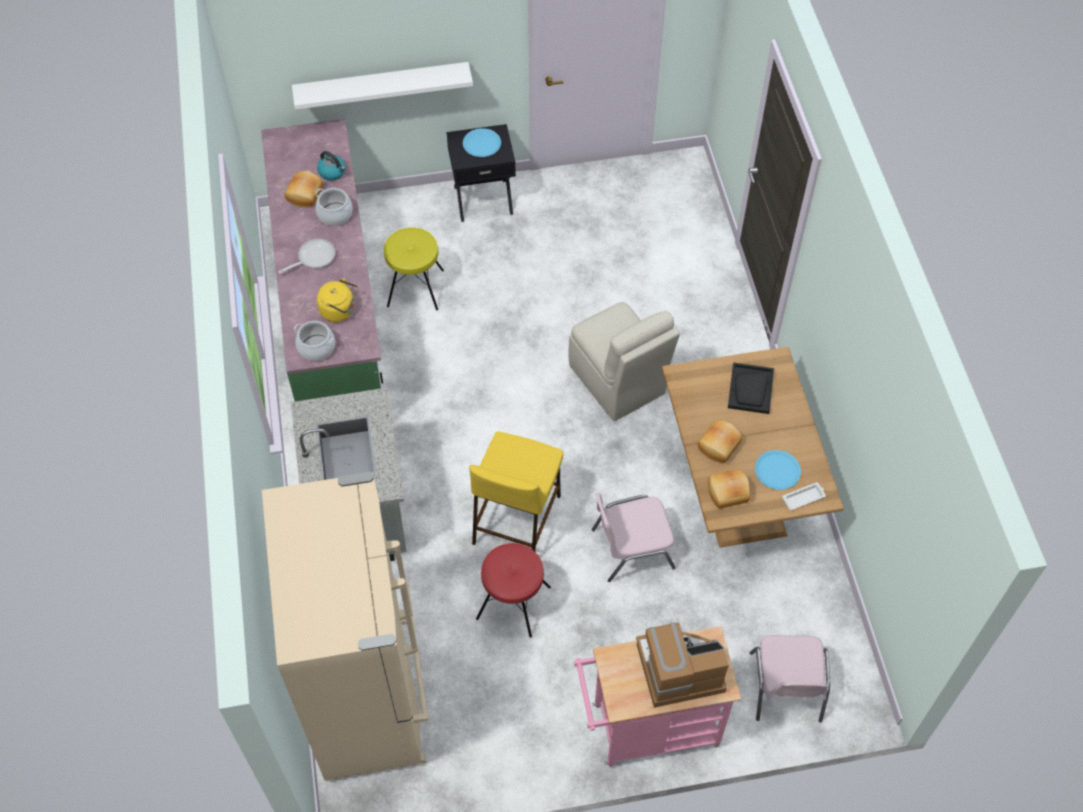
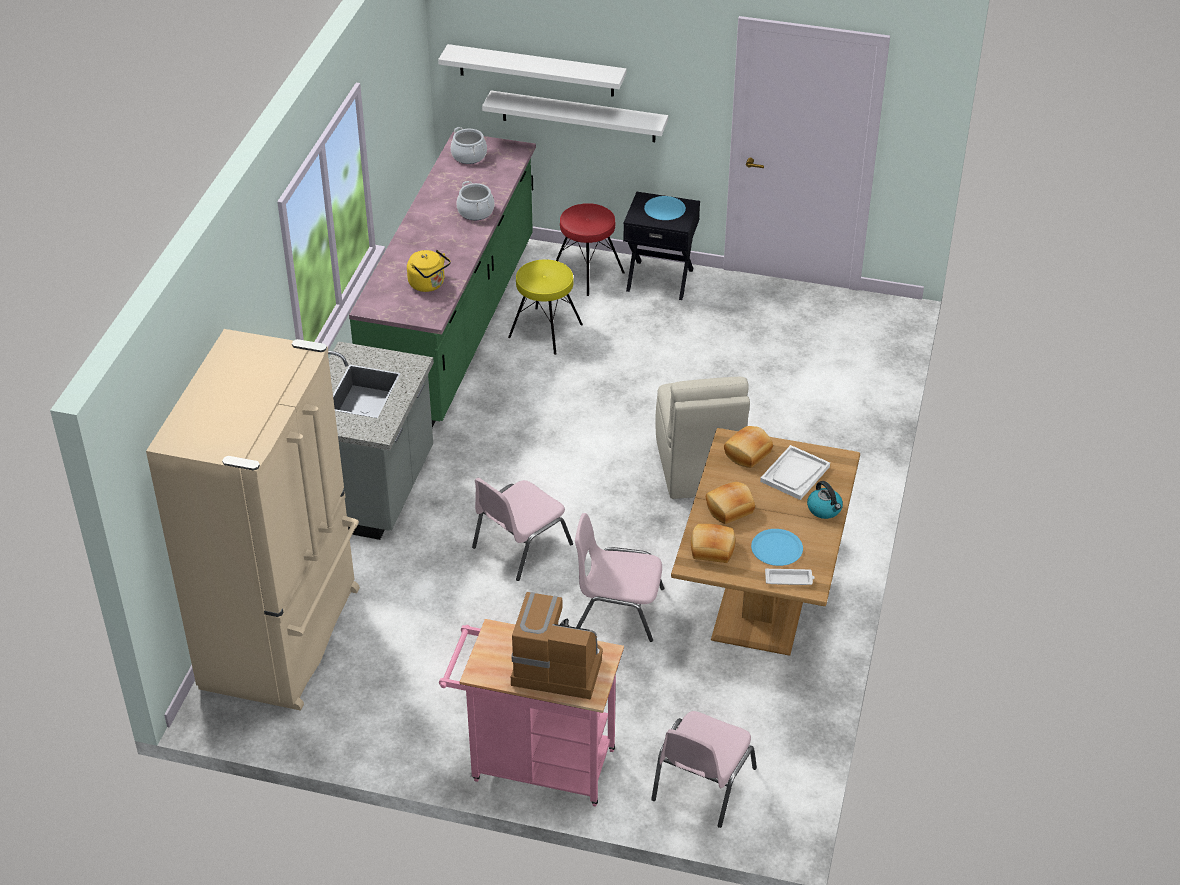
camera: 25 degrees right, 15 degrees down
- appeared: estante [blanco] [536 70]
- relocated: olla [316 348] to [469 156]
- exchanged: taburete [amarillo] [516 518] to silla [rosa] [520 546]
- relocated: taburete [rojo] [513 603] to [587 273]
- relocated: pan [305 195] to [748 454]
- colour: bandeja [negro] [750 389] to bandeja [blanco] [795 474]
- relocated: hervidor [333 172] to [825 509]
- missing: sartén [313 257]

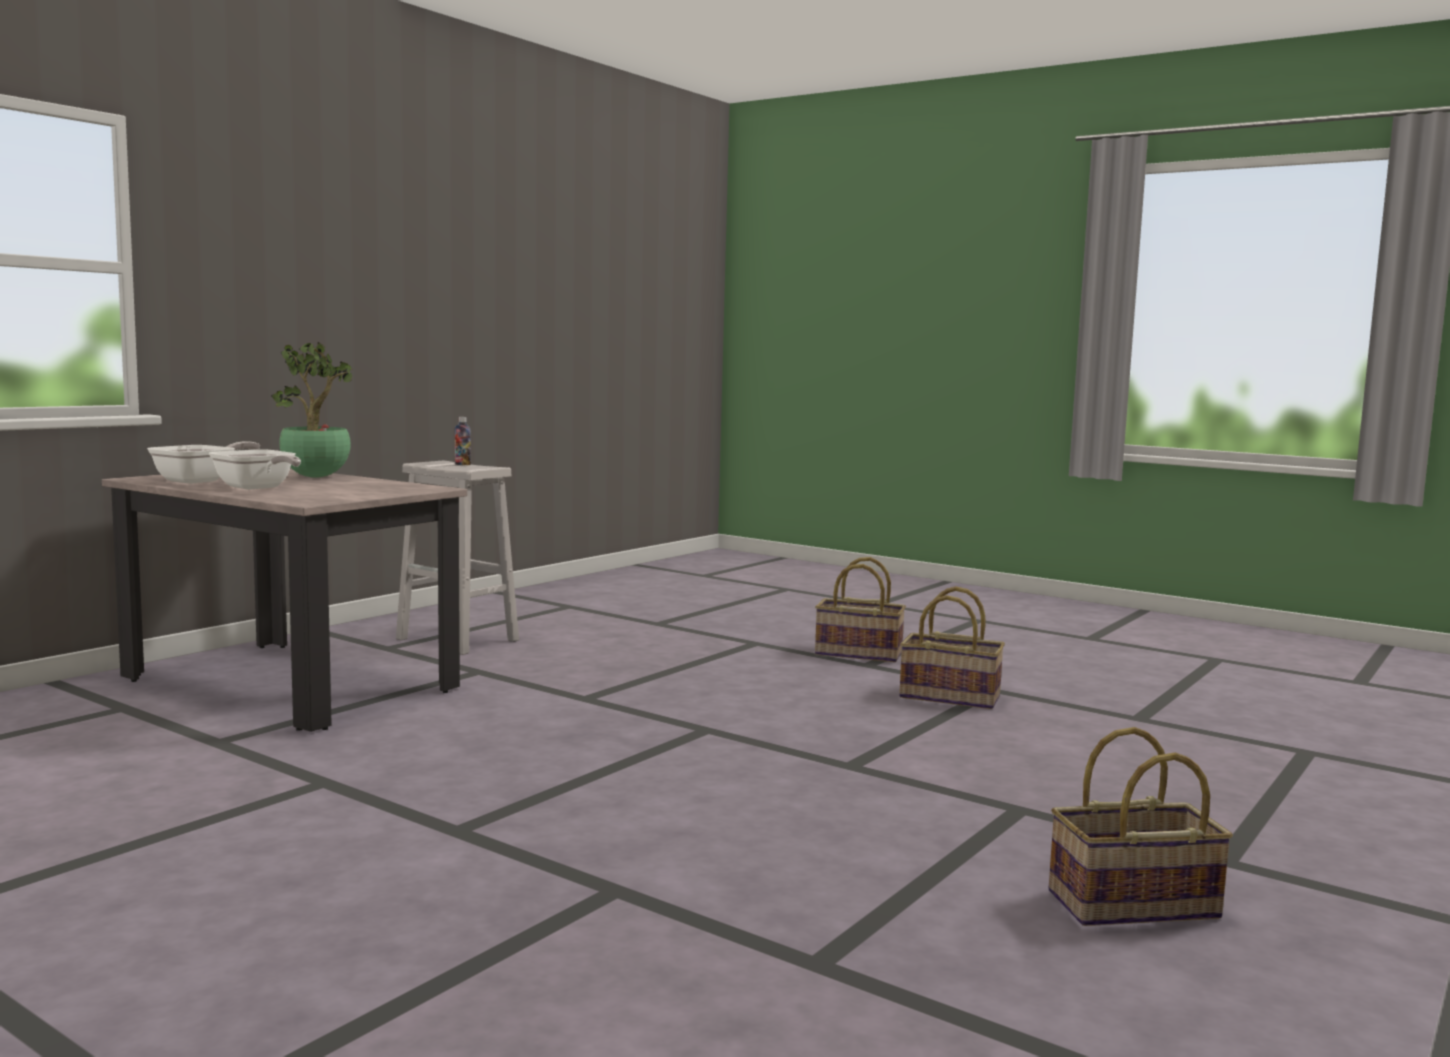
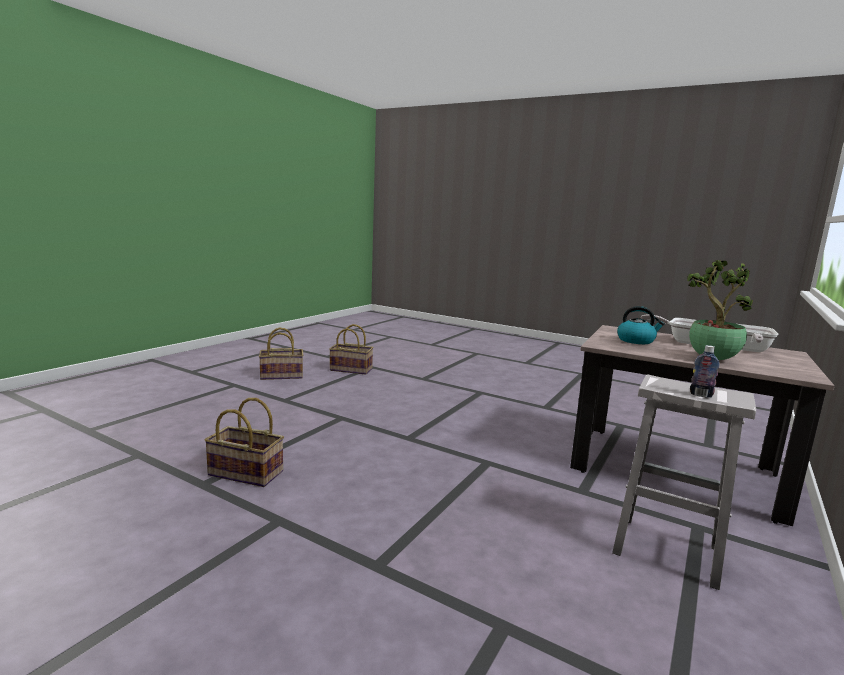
camera: 175 degrees right, 5 degrees up
- relocated: cesta [858 654] to [351 369]
- appeared: hervidor [636 341]

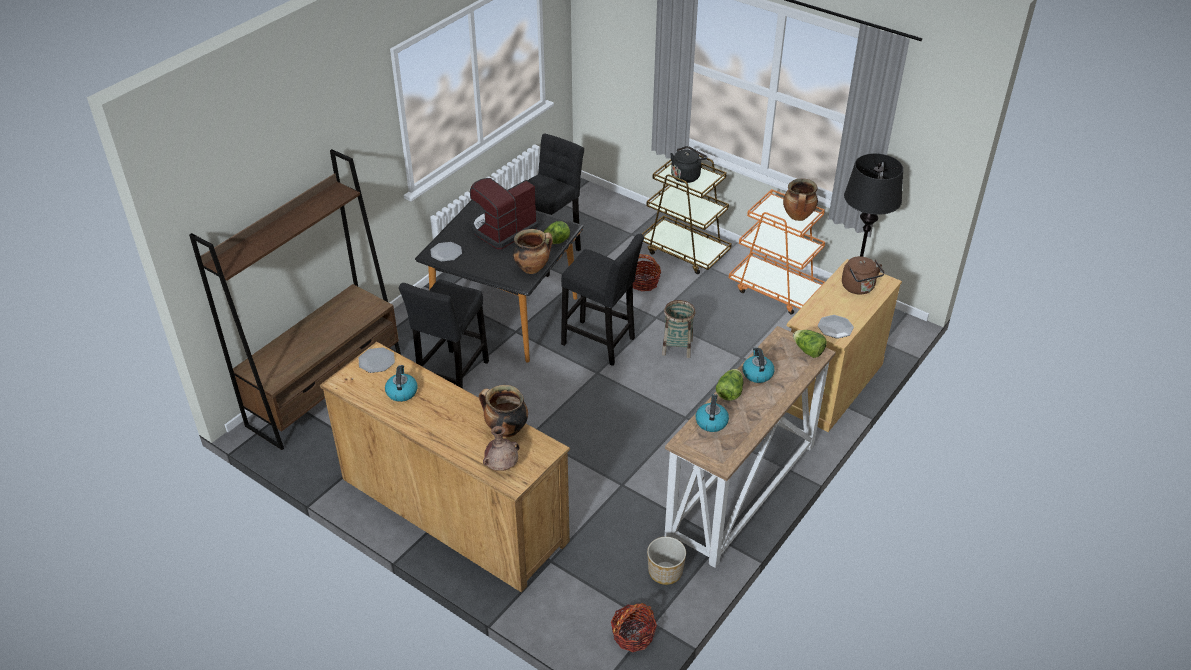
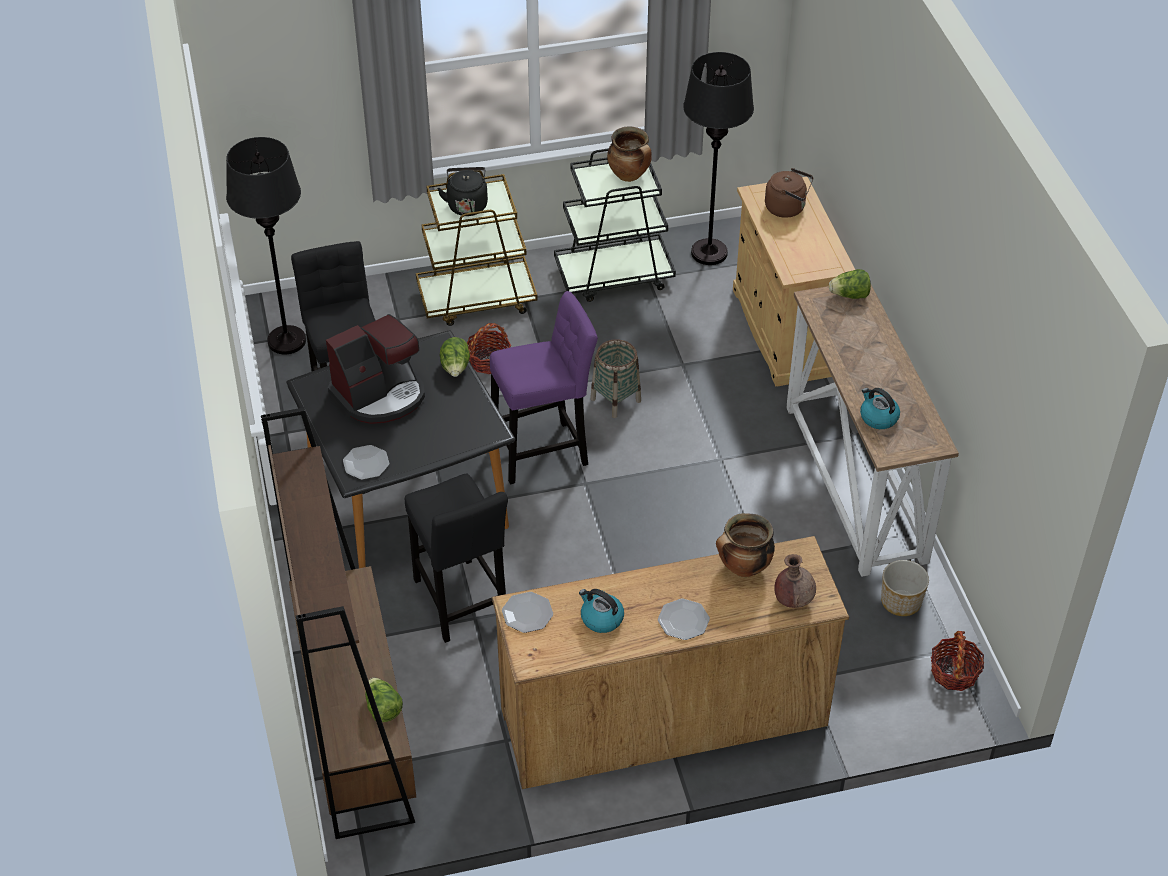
camera: 50 degrees left, 5 degrees up
- appeared: lámpara de pie [negro] [286 341]
- spun: cafetera [502 229] = [380 395] 120 degrees counterclockwise
- relocated: lechuga [729 392] to [382 708]
- colour: taburete [negro] [601 343] to taburete [morado] [544 452]
- colour: carrito [naranja] [775 290] to carrito [negro] [614 275]
- relocated: plato [835 327] to [683 620]
- missing: olla [532 268]
- missing: hervidor [757 373]

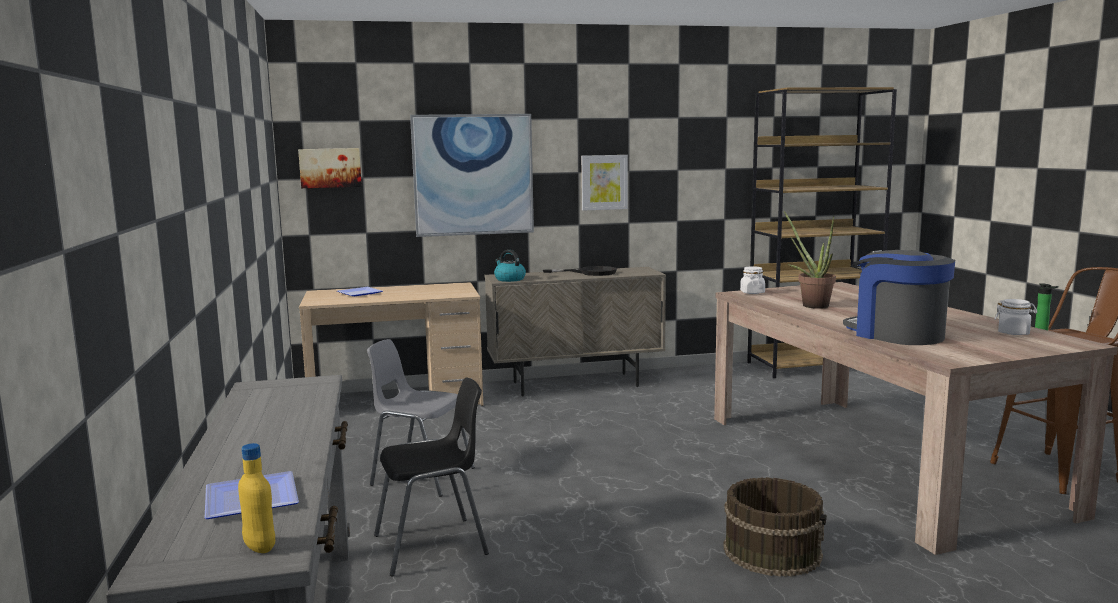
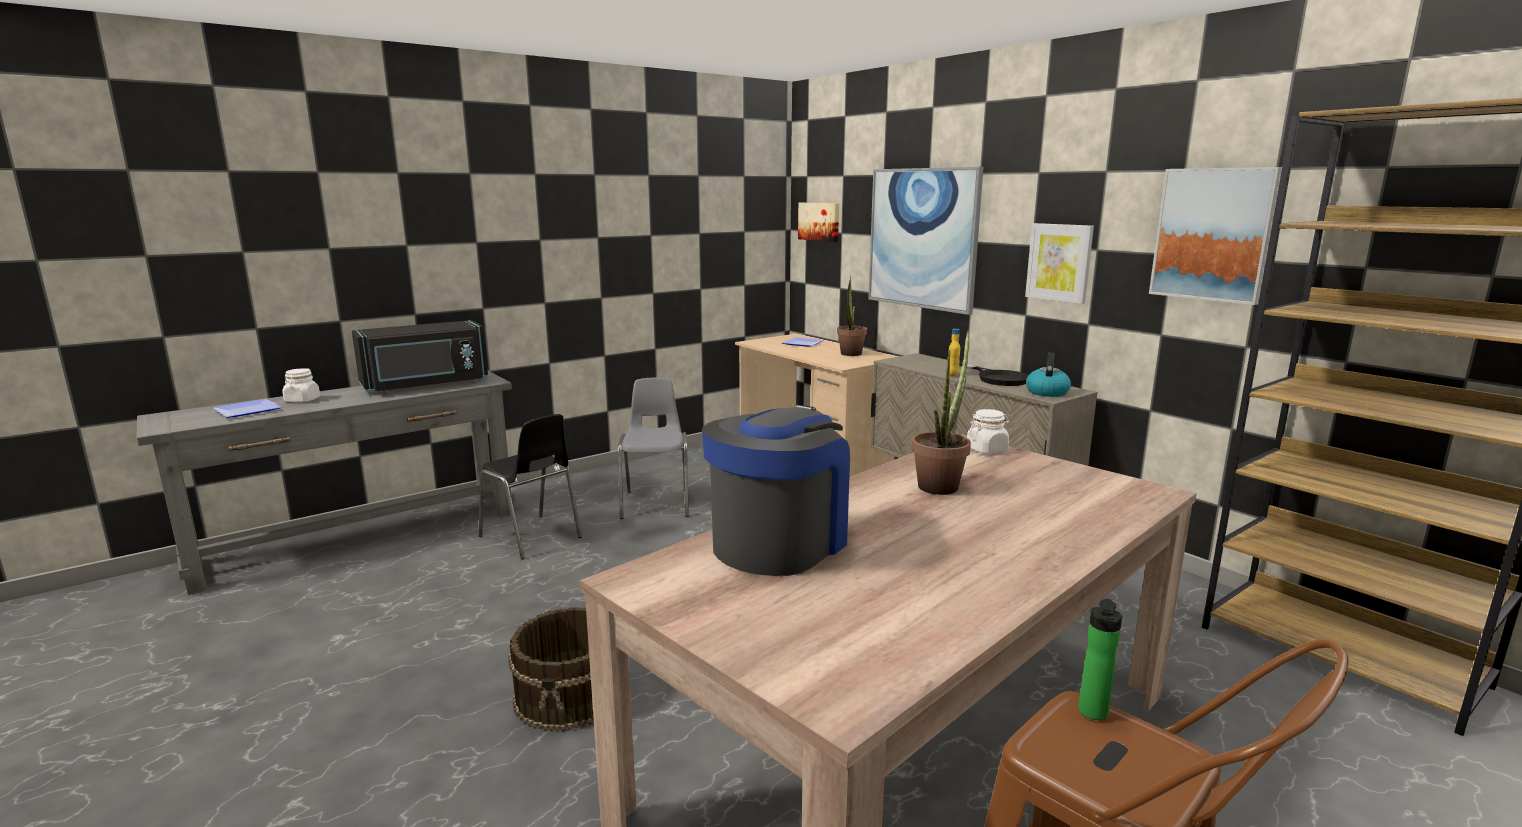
camera: 65 degrees right, 5 degrees up
- relocated: tarro [blanco] [1013 333] to [302 400]
- appeared: microondas [negro] [426 385]
- appeared: planta en maceta [850 355]
- relocated: botella [amarillo] [259 547] to [952 374]
- relocated: hervidor [509 279] to [1047 392]
- appeared: cuadro [1212 234]

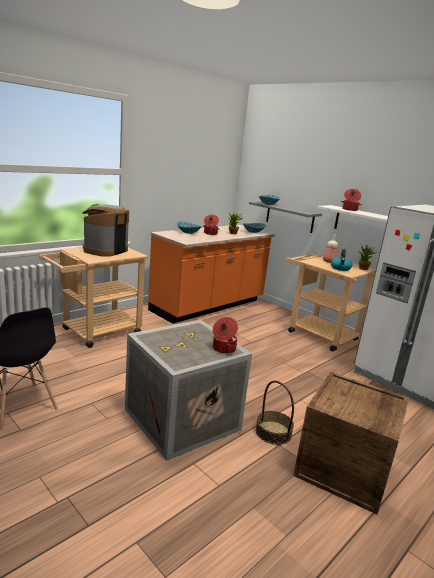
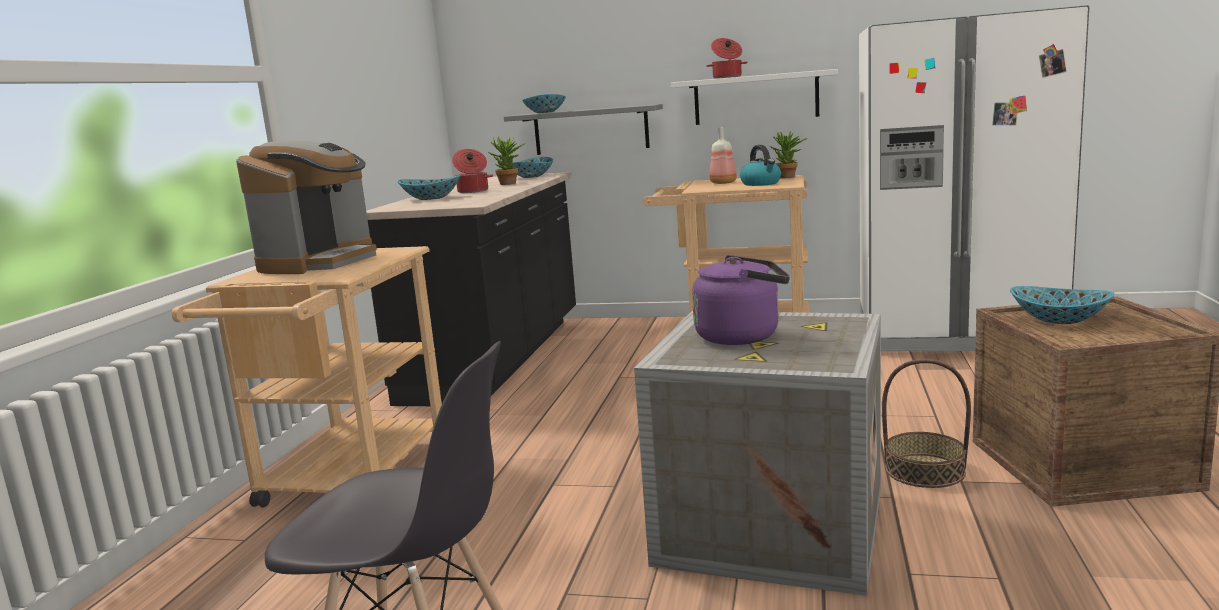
camera: 30 degrees left, 5 degrees down
- spun: cafetera [105 250] = [320 262] 150 degrees counterclockwise
- colour: mueble bajo de cocina [naranja] [209 306] to mueble bajo de cocina [negro] [499 358]
- appeared: hervidor [morado] [742 336]
- appeared: cuenco [1059 320]
- missing: olla [223 348]

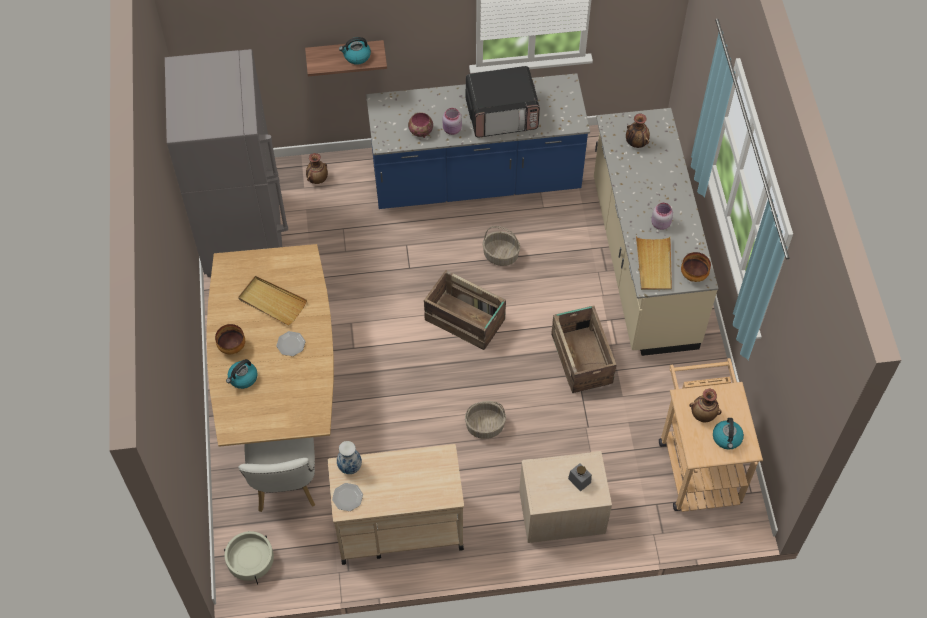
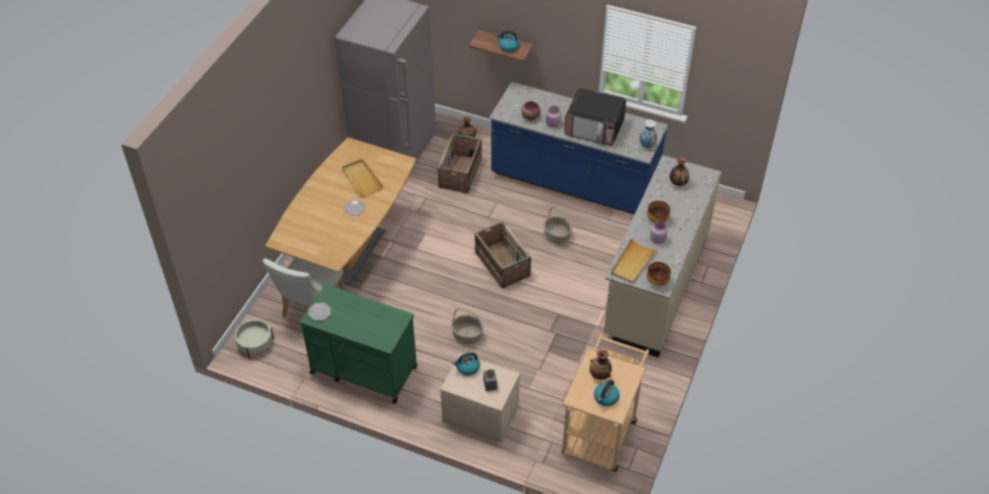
camera: 30 degrees right, 10 degrees down
- colour: carrito [beis] [398 527] to carrito [verde] [363 369]
- relocated: caja de embalaje [581 357] to [460 172]
- relocated: hervidor [243 378] to [467 367]
- relocated: florero [349 467] to [647 145]
- relocated: cuenco [232 347] to [657 219]

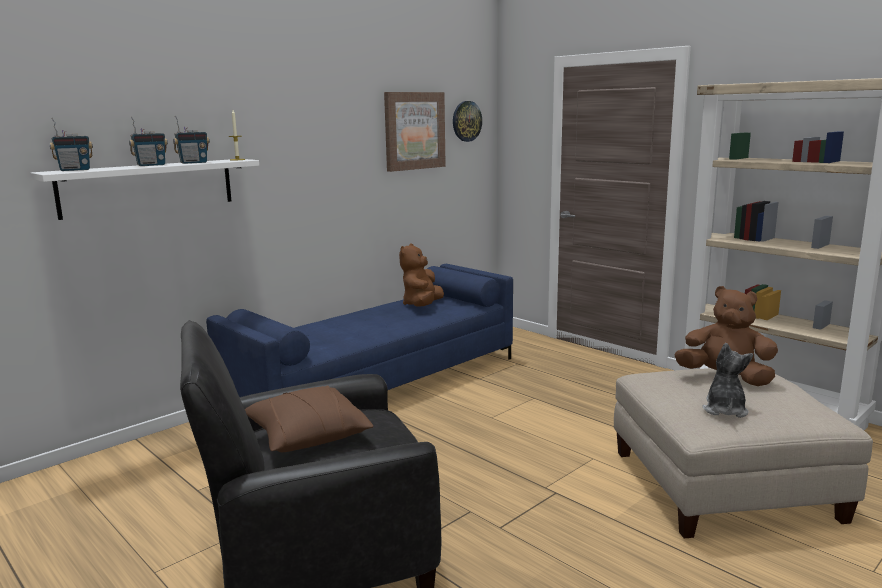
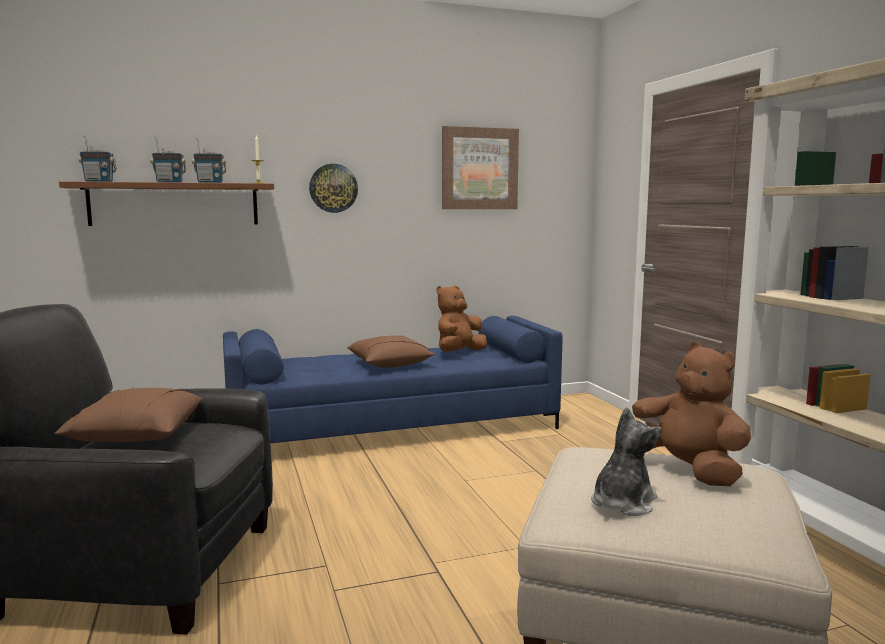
camera: 25 degrees right, 5 degrees down
- colour: estante [blanco] [148 187] to estante [marrón] [174 204]
- relocated: reloj de pared [466 121] to [333 188]
- appeared: cojín [marrón] [389 364]

